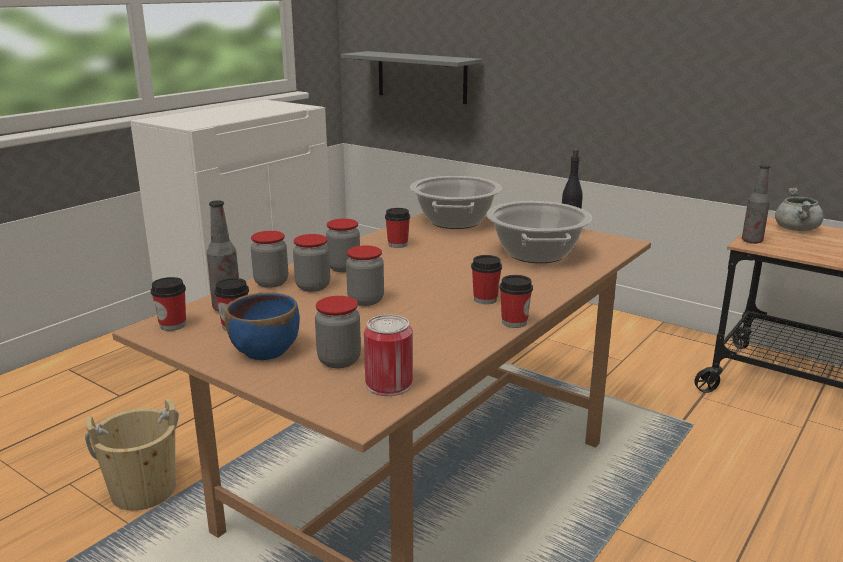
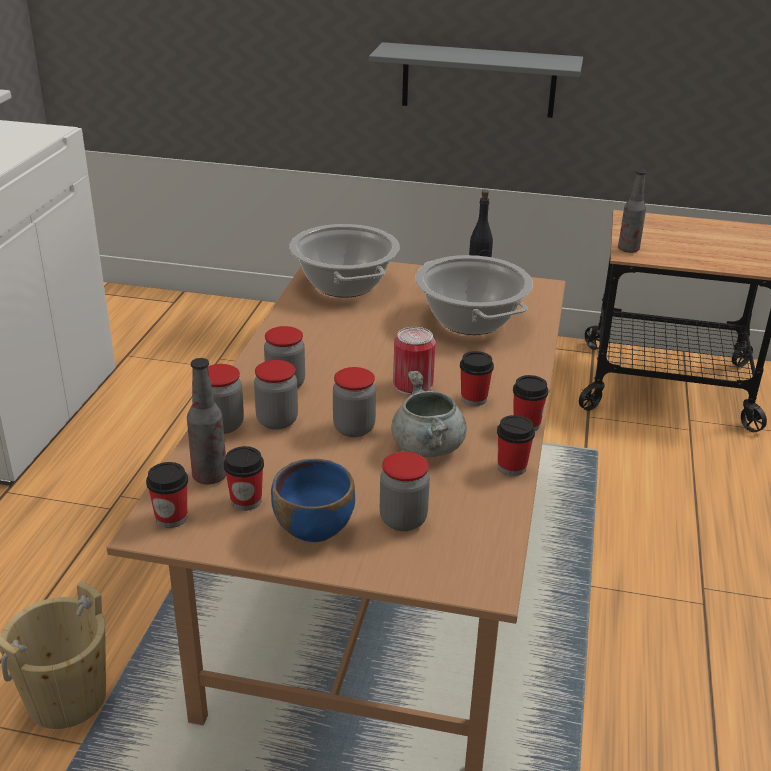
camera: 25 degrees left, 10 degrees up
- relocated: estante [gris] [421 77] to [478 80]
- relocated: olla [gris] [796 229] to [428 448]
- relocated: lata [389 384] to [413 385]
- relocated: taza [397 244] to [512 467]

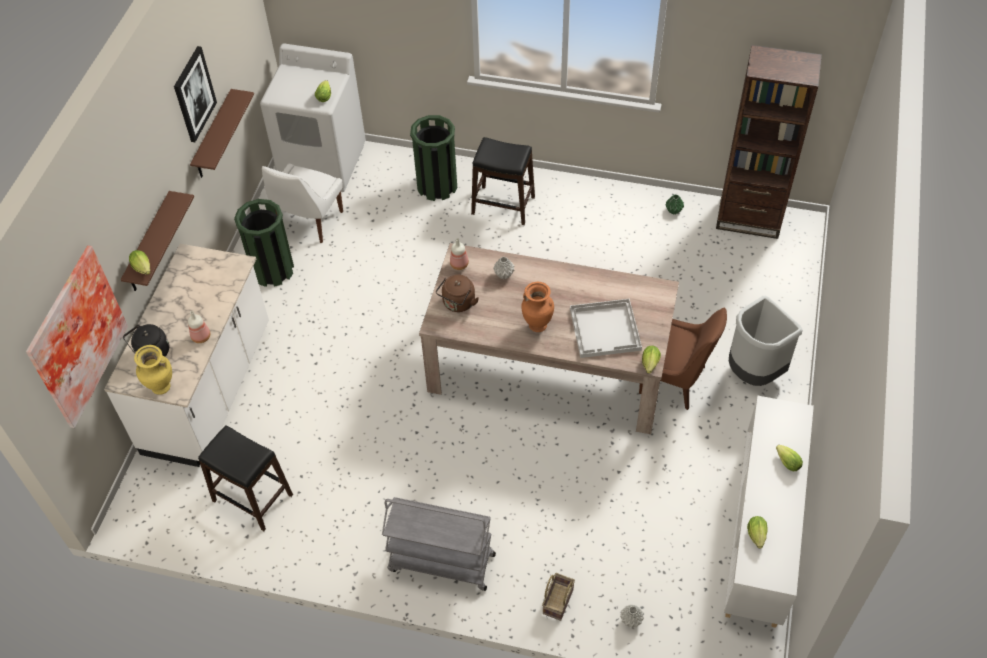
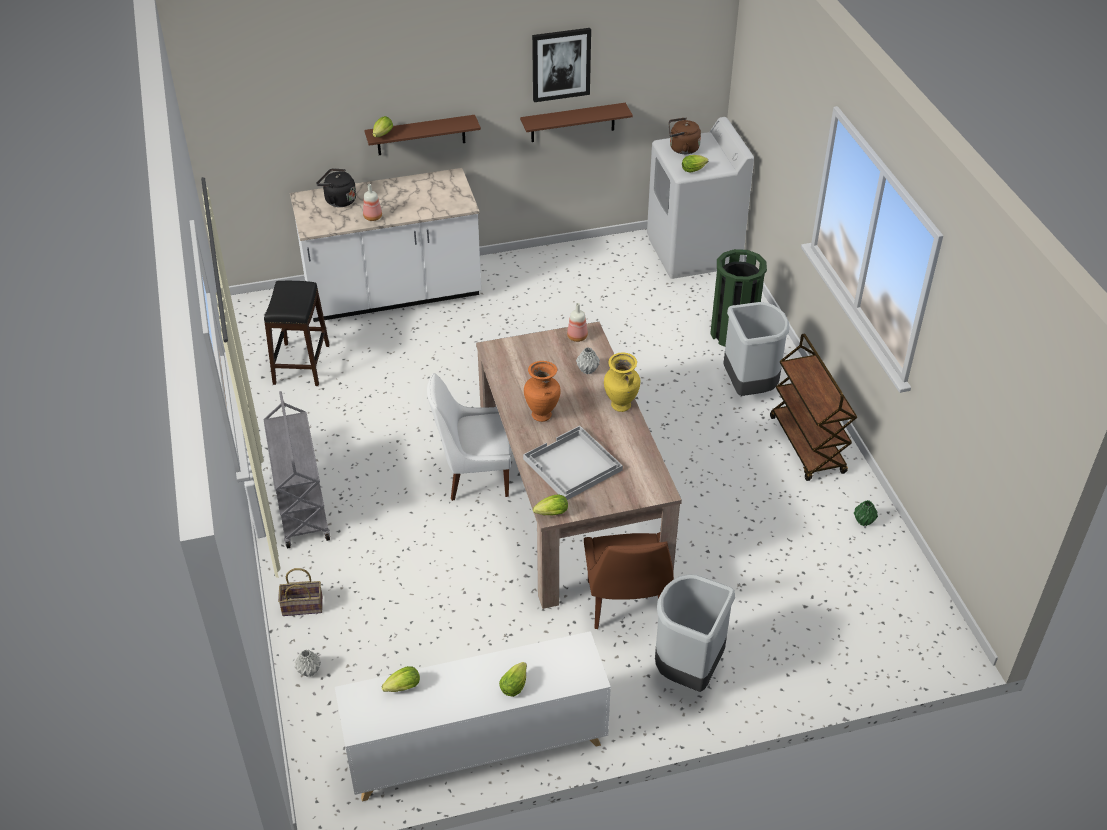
camera: 60 degrees right, 10 degrees down
- relocated: silla [blanco] [308 222] to [474 476]
- relocated: florero [amarillo] [161 388] to [620 406]
- relocated: hervidor [marrón] [458 304] to [682 149]
- exchanged: taburete [negro] [503 206] to papelera [gris] [749 388]
- appeared: carrito [marrón] [807 445]
- missing: cuadro [74 336]
- missing: papelera [verde] [272 270]
- missing: estantería [marrón] [749 218]

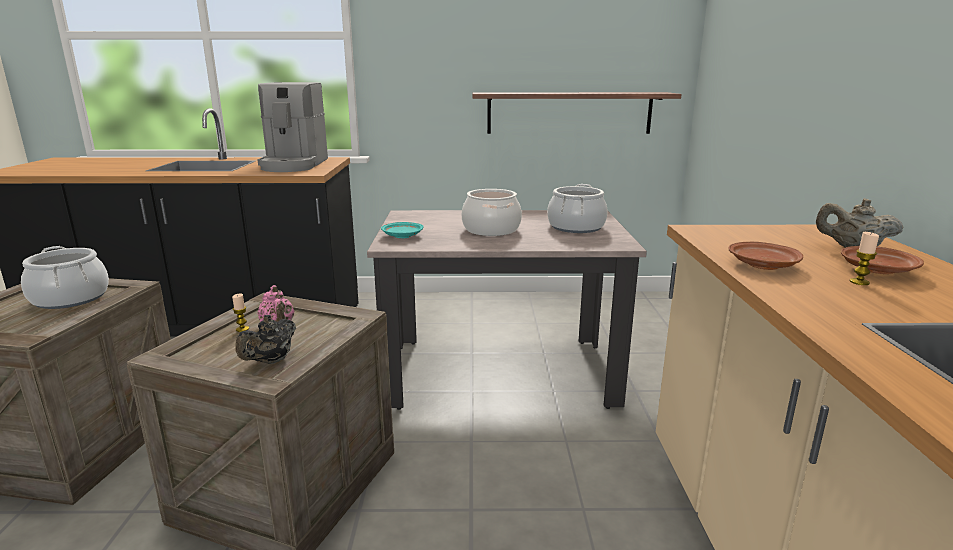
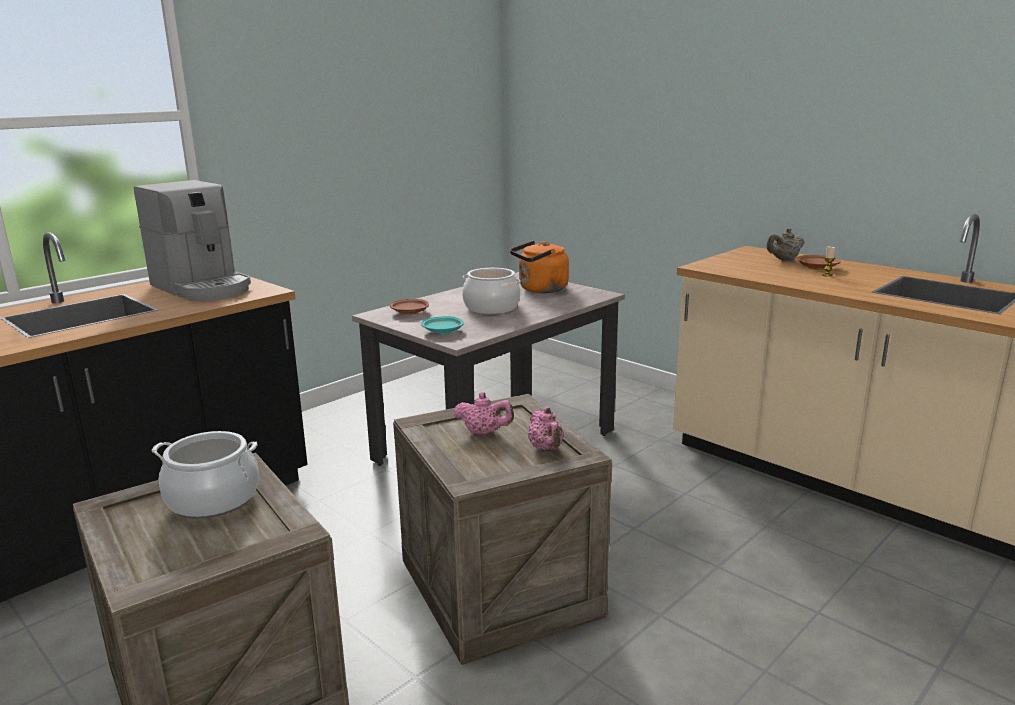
camera: 45 degrees left, 0 degrees up
- relocated: plato [marrón] [762 265] to [409 312]
- exchanged: olla [575 227] to hervidor [naranja] [540 290]
- colour: tetera [negro] [271 361] to tetera [rosa] [546 449]
- missing: vela [242 329]
- missing: estante [569 113]

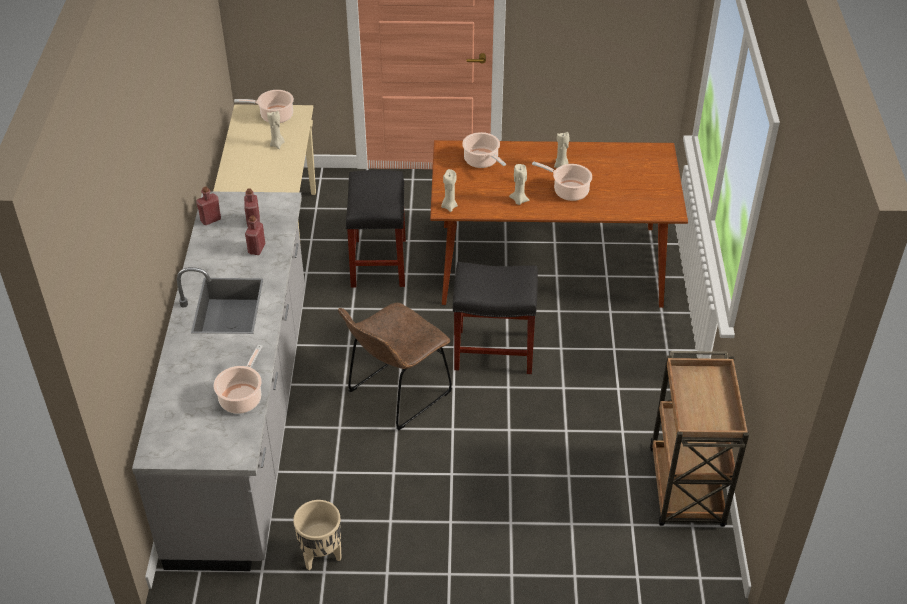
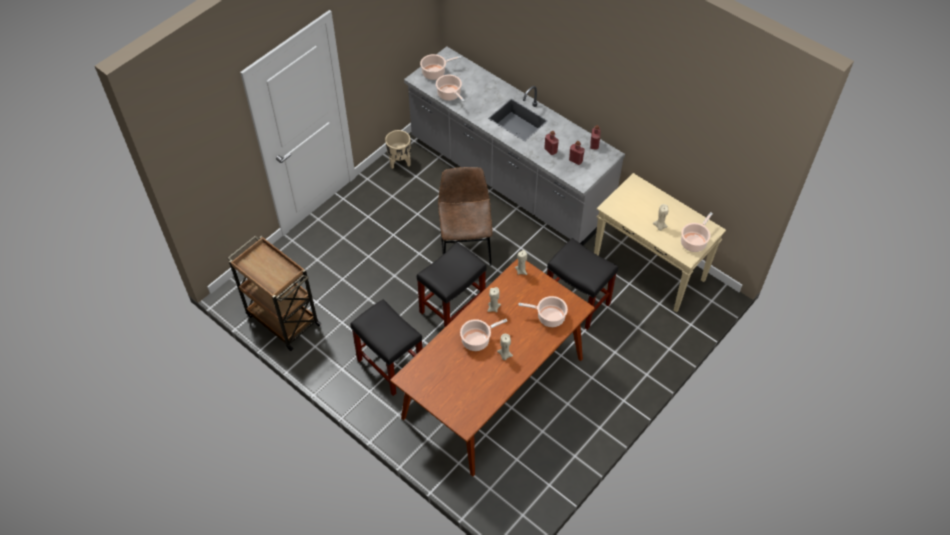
camera: 130 degrees right, 10 degrees up
- appeared: taburete [negro] [390 365]
- appeared: olla [435 73]

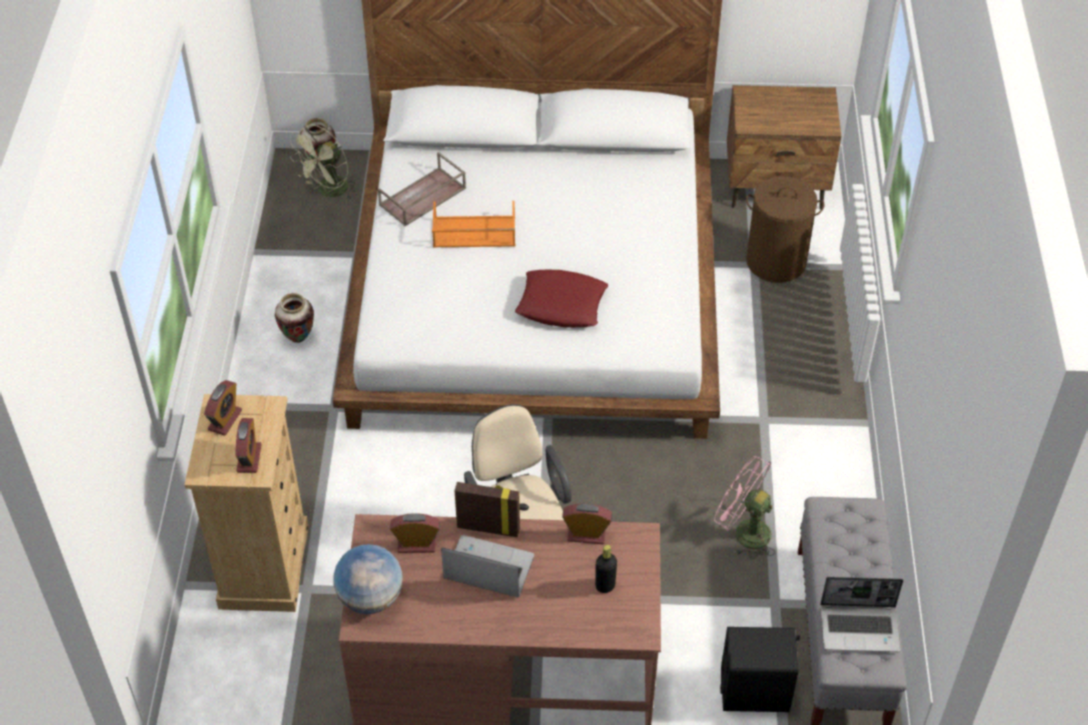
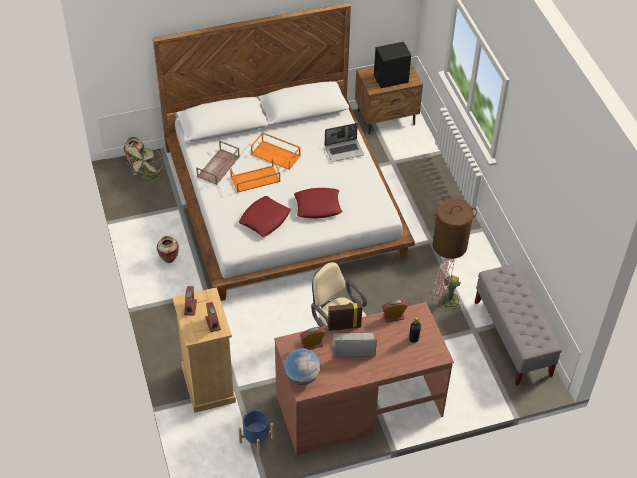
camera: 20 degrees left, 0 degrees up
- appeared: maceta [azul] [256 440]
- appeared: cojín [rojo] [264 219]
- appeared: bandeja [naranja] [276 155]
- relocated: portátil [860 628] to [344 150]
- relocated: altavoz [negro] [755 691] to [391 79]
- relocated: cesto de la ropa [marrón] [775 261] to [449 246]

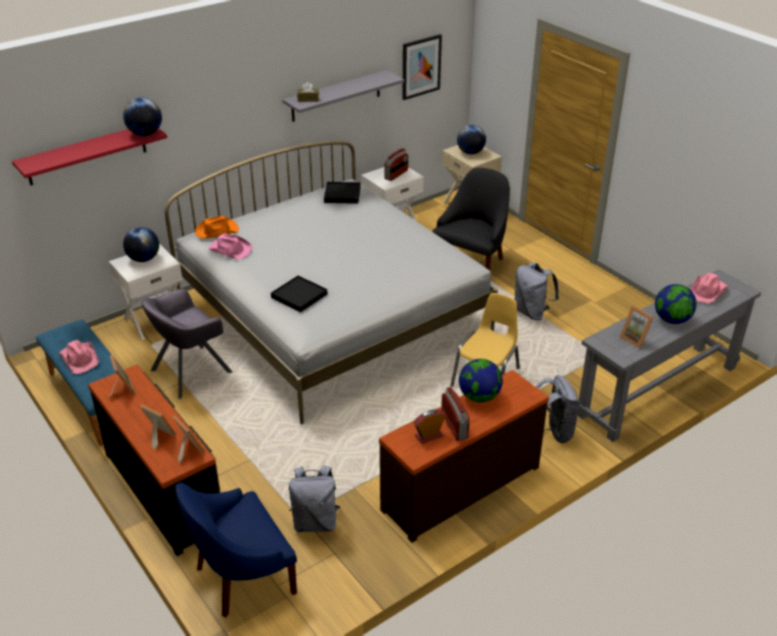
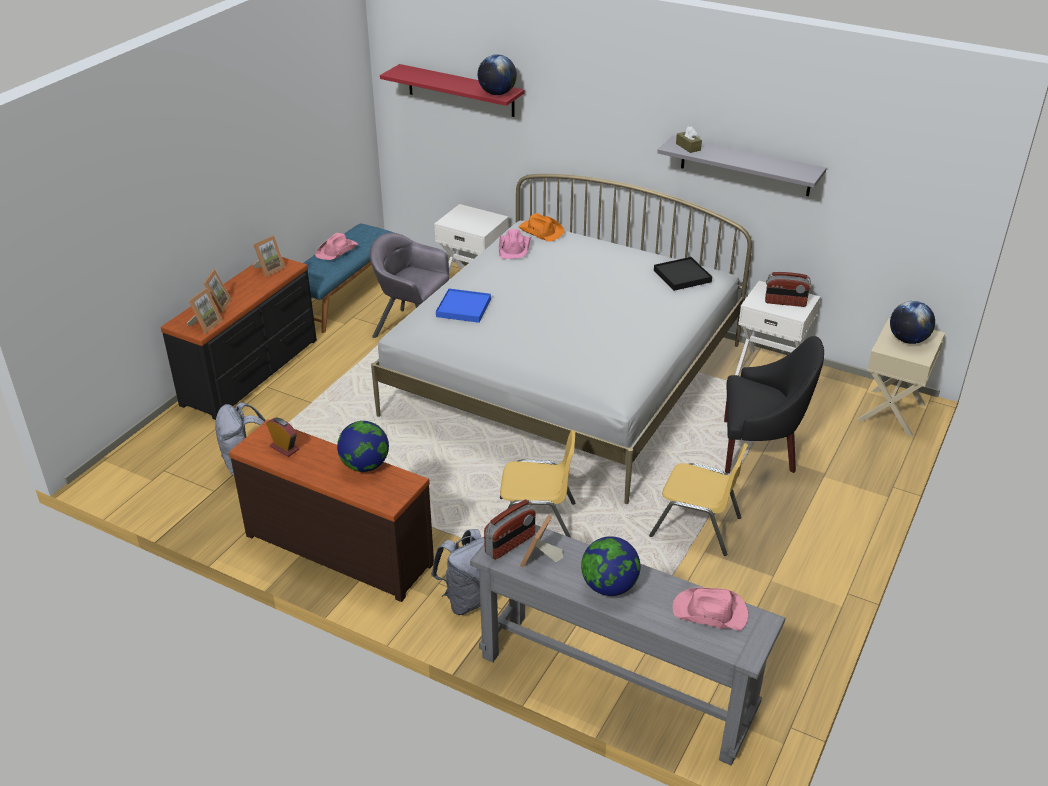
camera: 65 degrees right, 0 degrees up
- colour: bandeja [negro] [299 296] to bandeja [azul] [463 308]
- relocated: radio [454 425] to [510 544]
- exchanged: mochila [gris] [532 312] to silla [amarillo] [696 527]
- missing: globo terráqueo [144 259]
- missing: sillón [azul] [242 577]
- missing: cuadro [421 66]

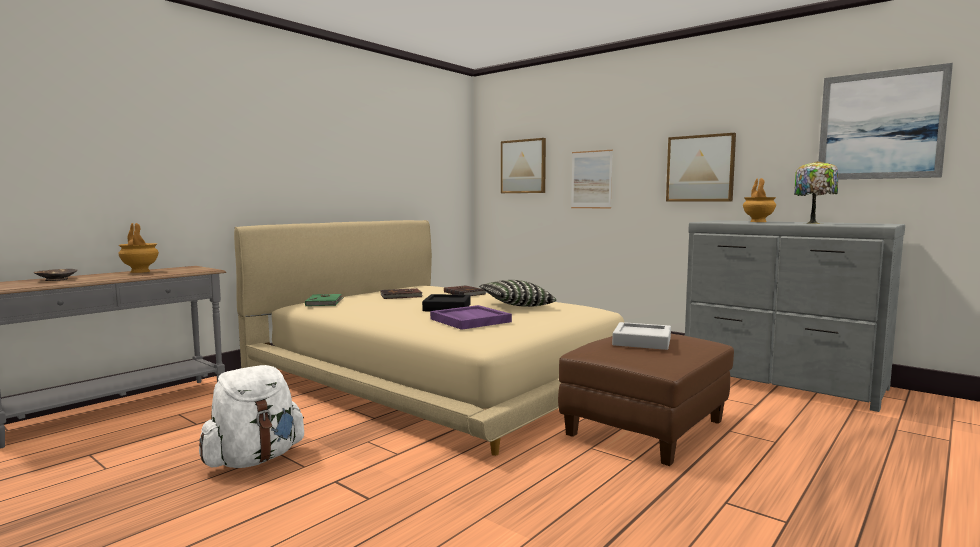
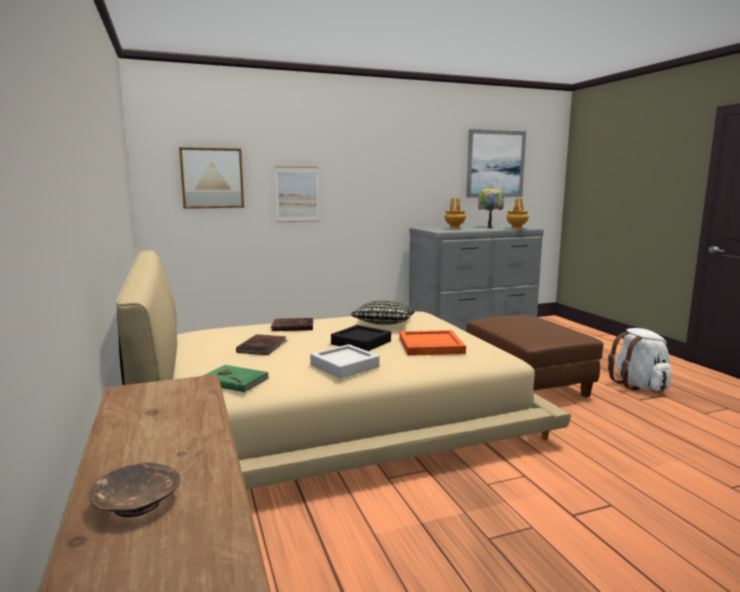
camera: 60 degrees left, 5 degrees up
- relocated: bandeja [gris] [642 341] to [344 366]
- colour: bandeja [morado] [469 320] to bandeja [naranja] [430 346]
- relocated: florero [marrón] [139 271] to [516 228]
- relocated: mochila [blanco] [254 459] to [638 386]
- missing: cuadro [700 168]

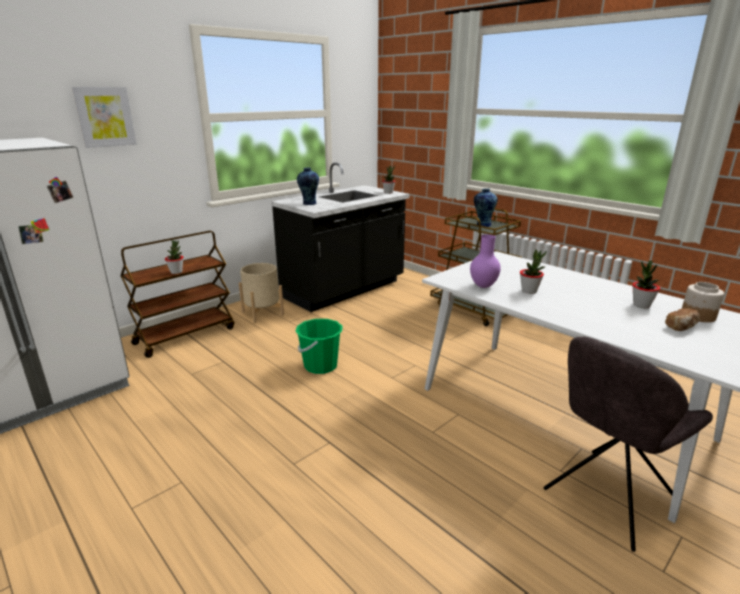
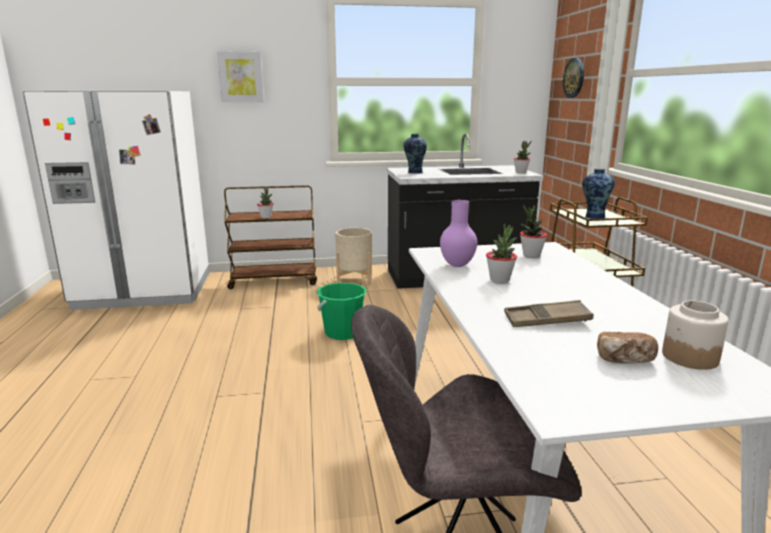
camera: 35 degrees right, 5 degrees down
- appeared: bandeja [marrón] [546 320]
- relocated: planta en maceta [641 305] to [531 255]
- appeared: reloj de pared [574 78]

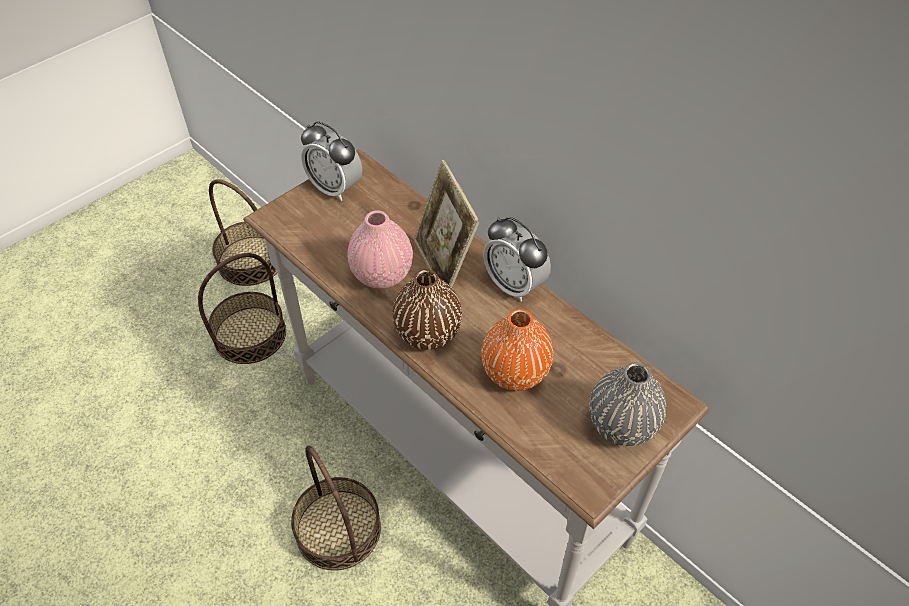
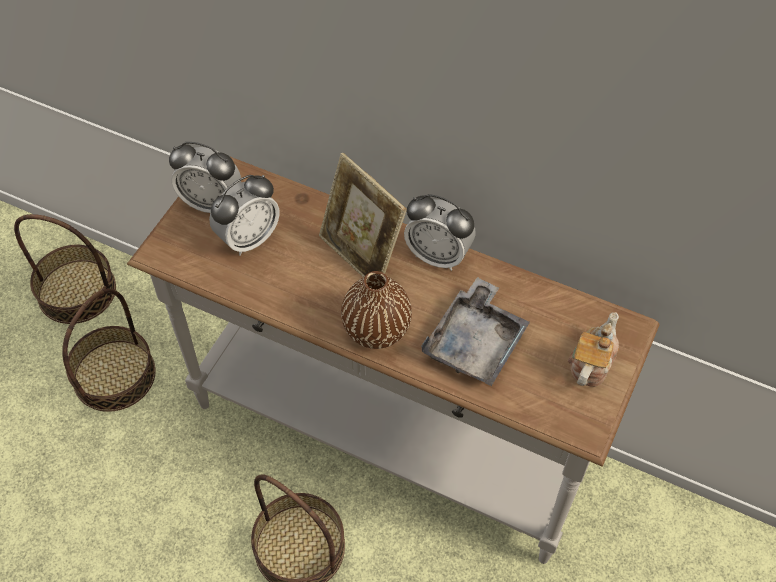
camera: 20 degrees left, 5 degrees up
- appeared: despertador [248 238]
- exchanged: florero [naranja] [515 372] to bandeja [gris] [475 343]
- exchanged: florero [gris] [621 424] to tetera [591 362]
- missing: florero [rosa] [382 274]

